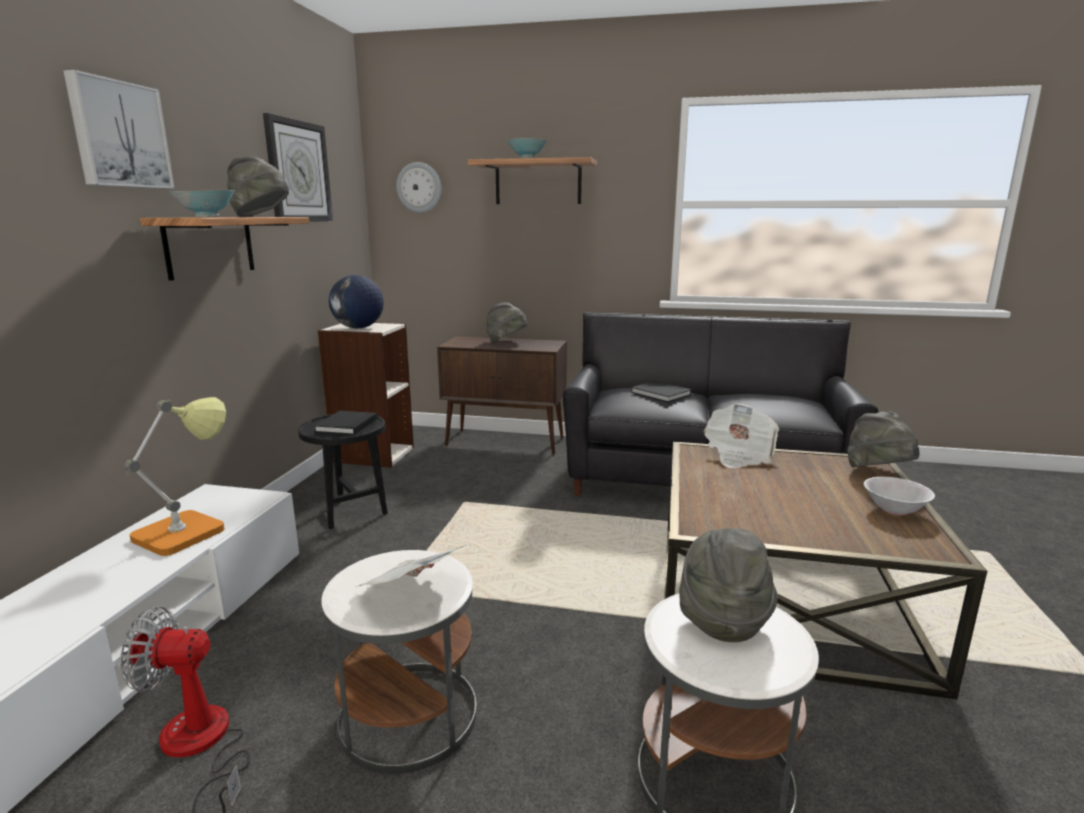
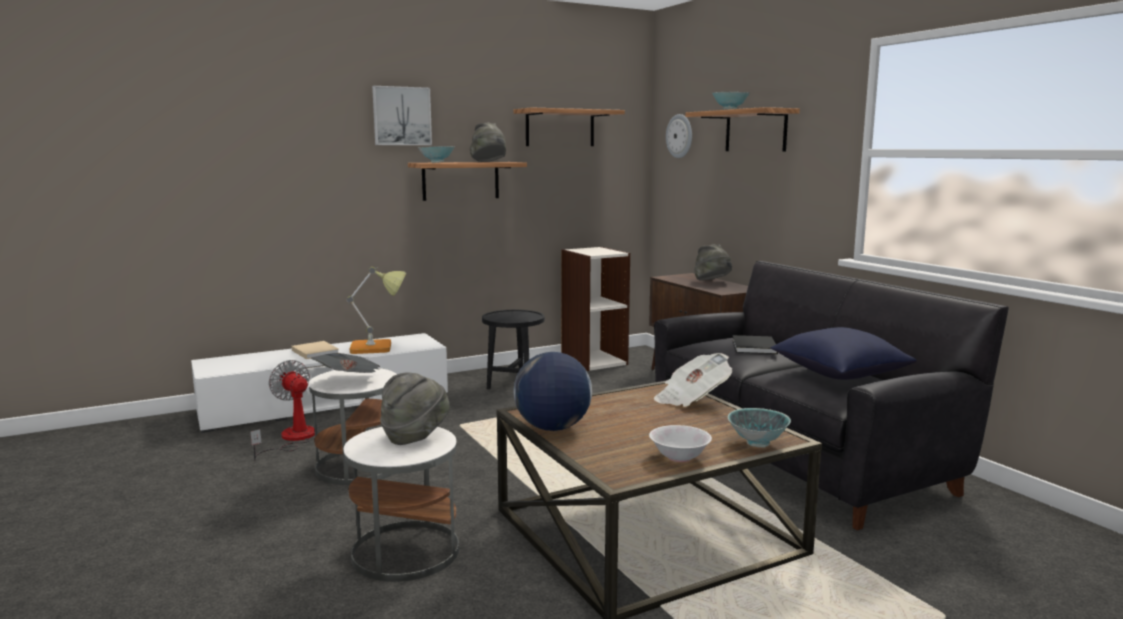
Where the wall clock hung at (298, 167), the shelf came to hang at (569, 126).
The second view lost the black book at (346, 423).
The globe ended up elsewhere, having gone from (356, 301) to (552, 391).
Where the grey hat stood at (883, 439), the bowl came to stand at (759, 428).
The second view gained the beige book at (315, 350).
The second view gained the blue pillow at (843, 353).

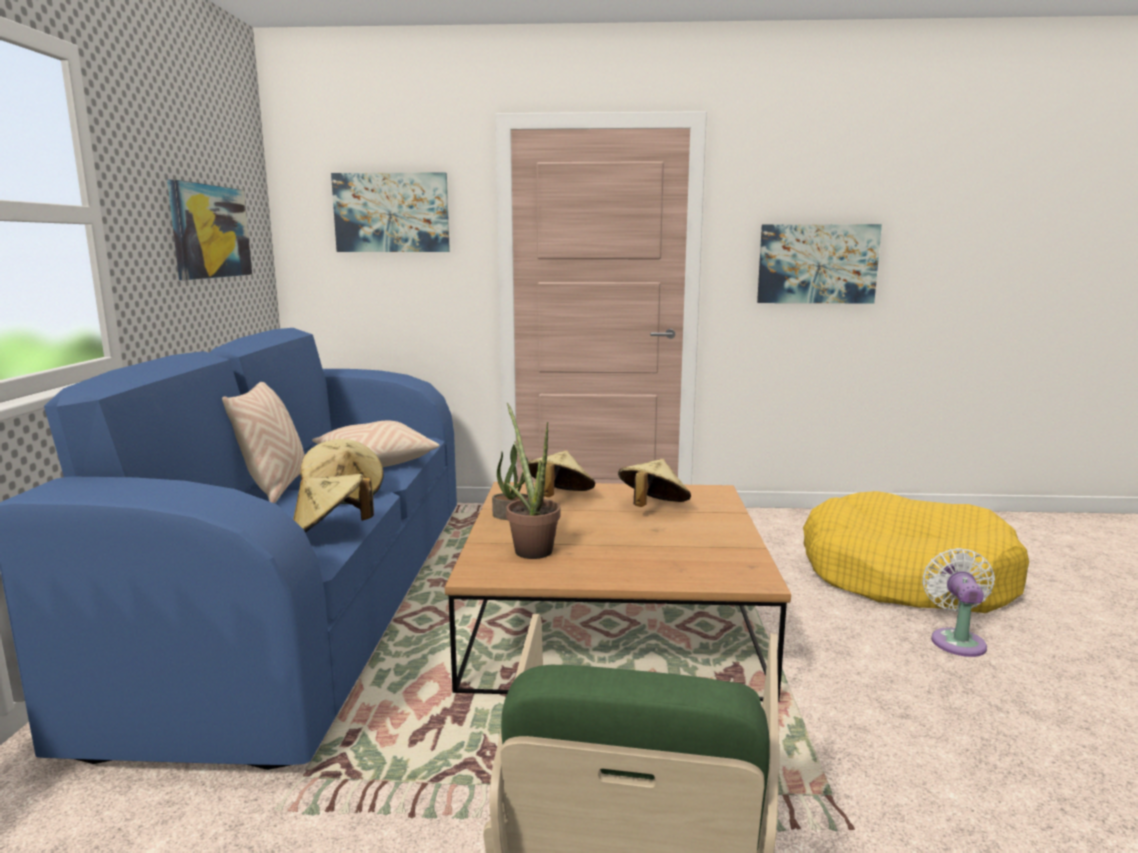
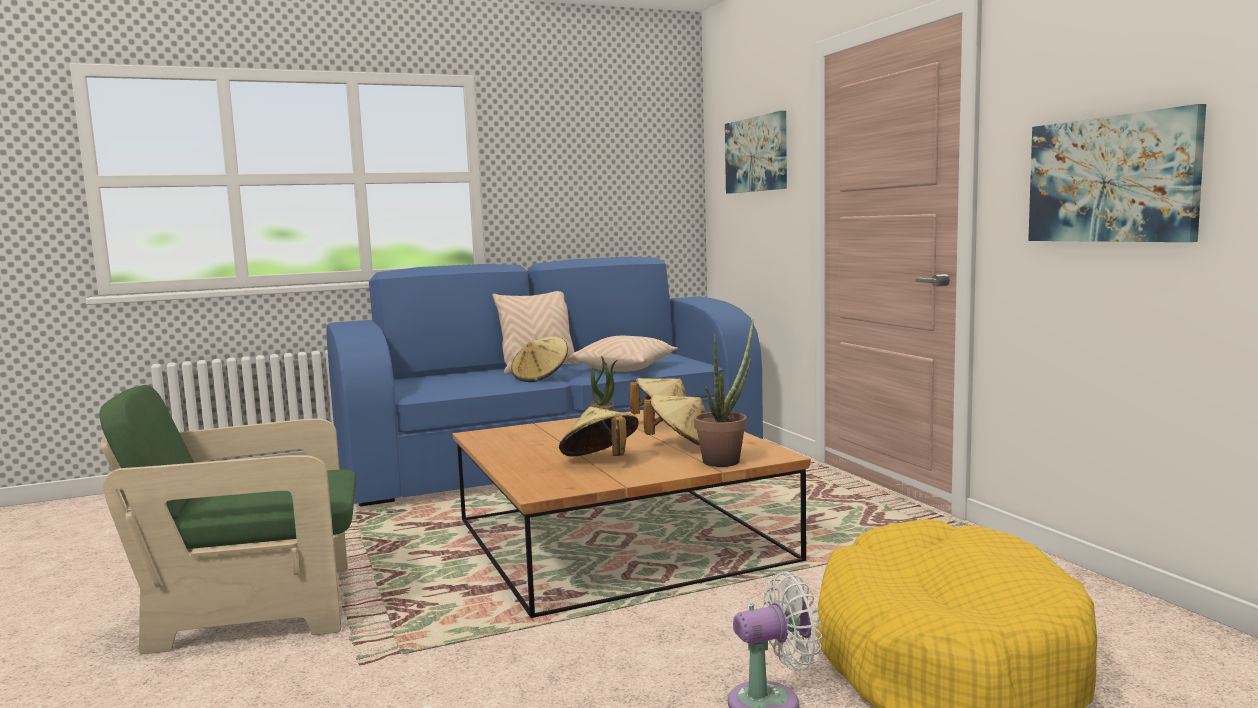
The second view lost the picture at (209, 229).
The beige hat ended up elsewhere, having gone from (333, 503) to (599, 432).
The potted plant ended up elsewhere, having gone from (533, 481) to (724, 393).

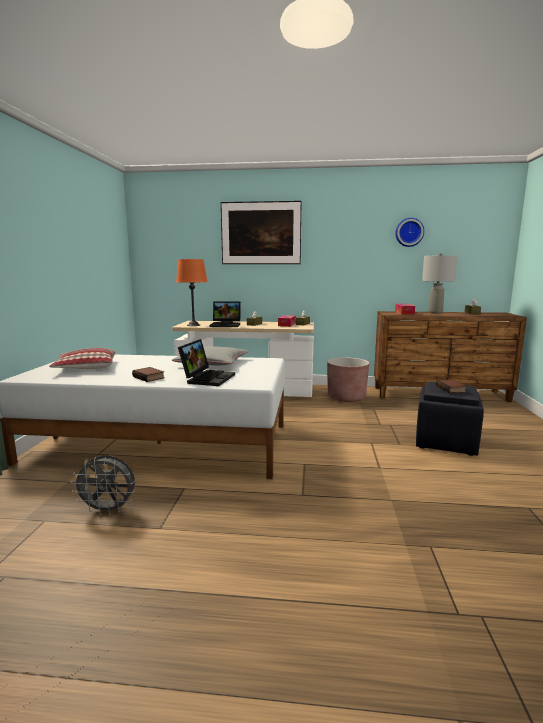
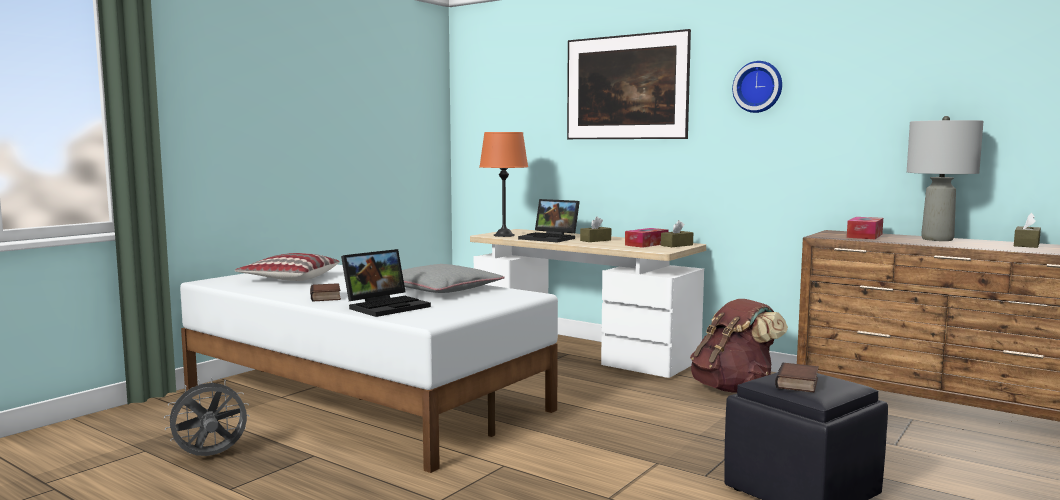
The grey fan at (103, 485) ended up facing another way, 120 degrees clockwise from before.
Where the brown planter stood at (348, 379), the brown backpack came to stand at (739, 346).
The wall clock ended up elsewhere, having gone from (410, 232) to (757, 87).

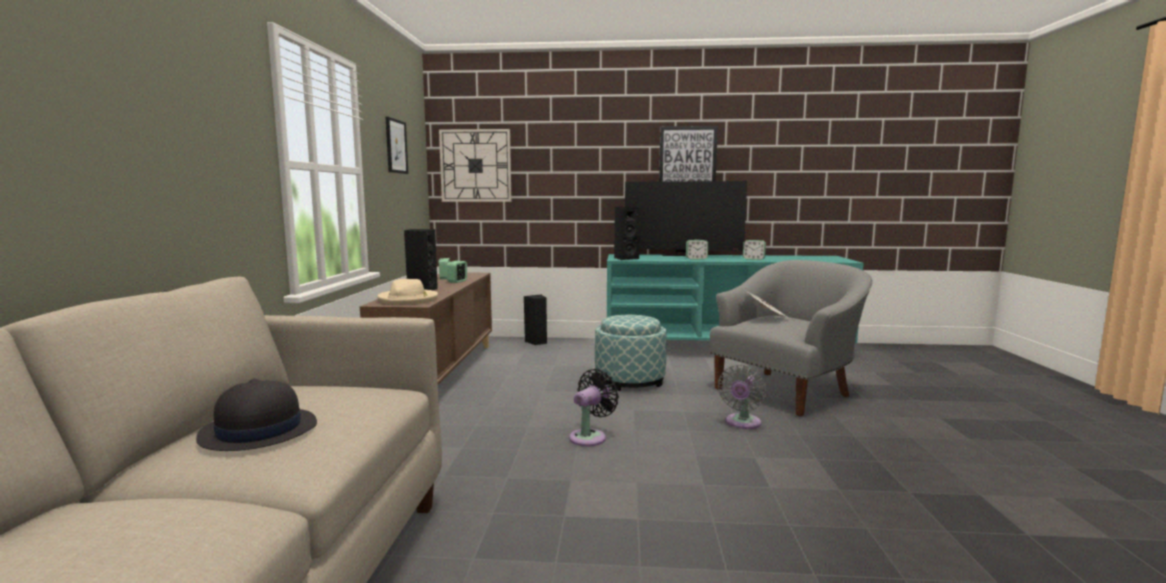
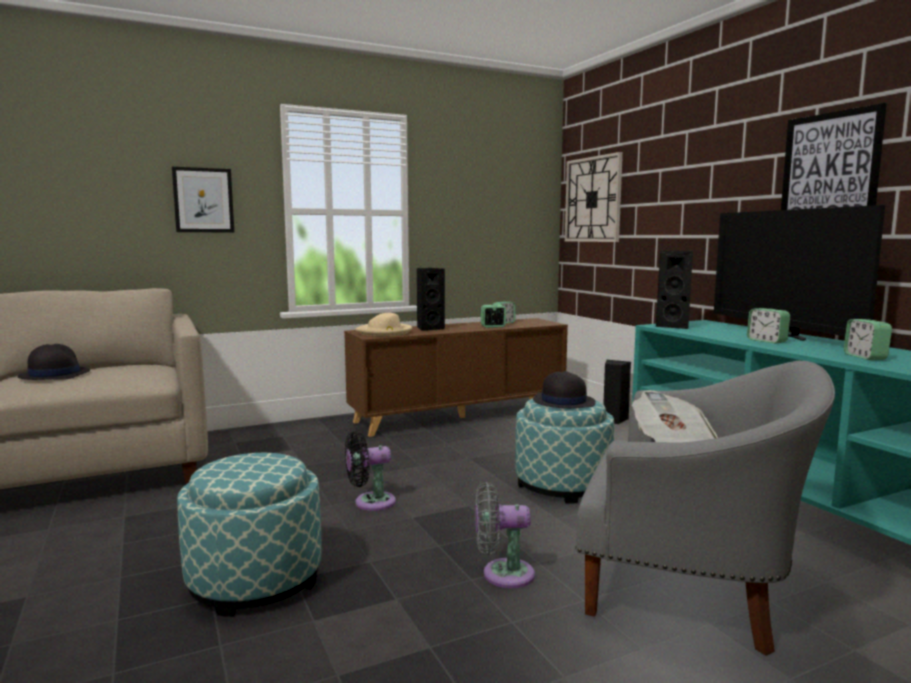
The picture ended up elsewhere, having gone from (397, 145) to (203, 199).
The black fan at (594, 407) ended up facing another way, 150 degrees clockwise from before.
The second view gained the ottoman at (249, 535).
The second view gained the black hat at (564, 389).

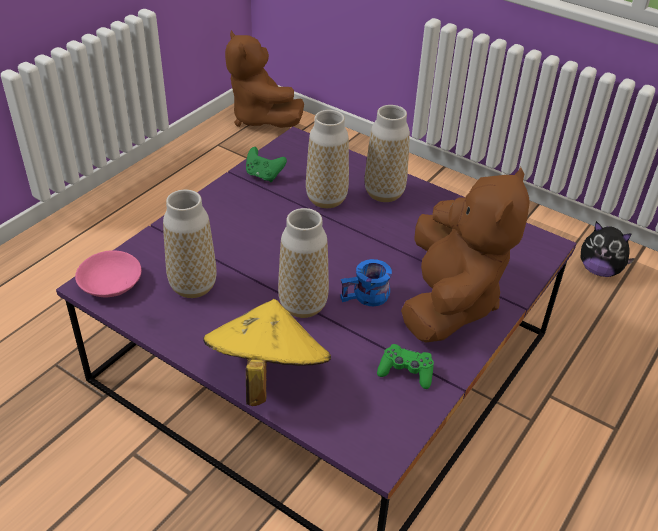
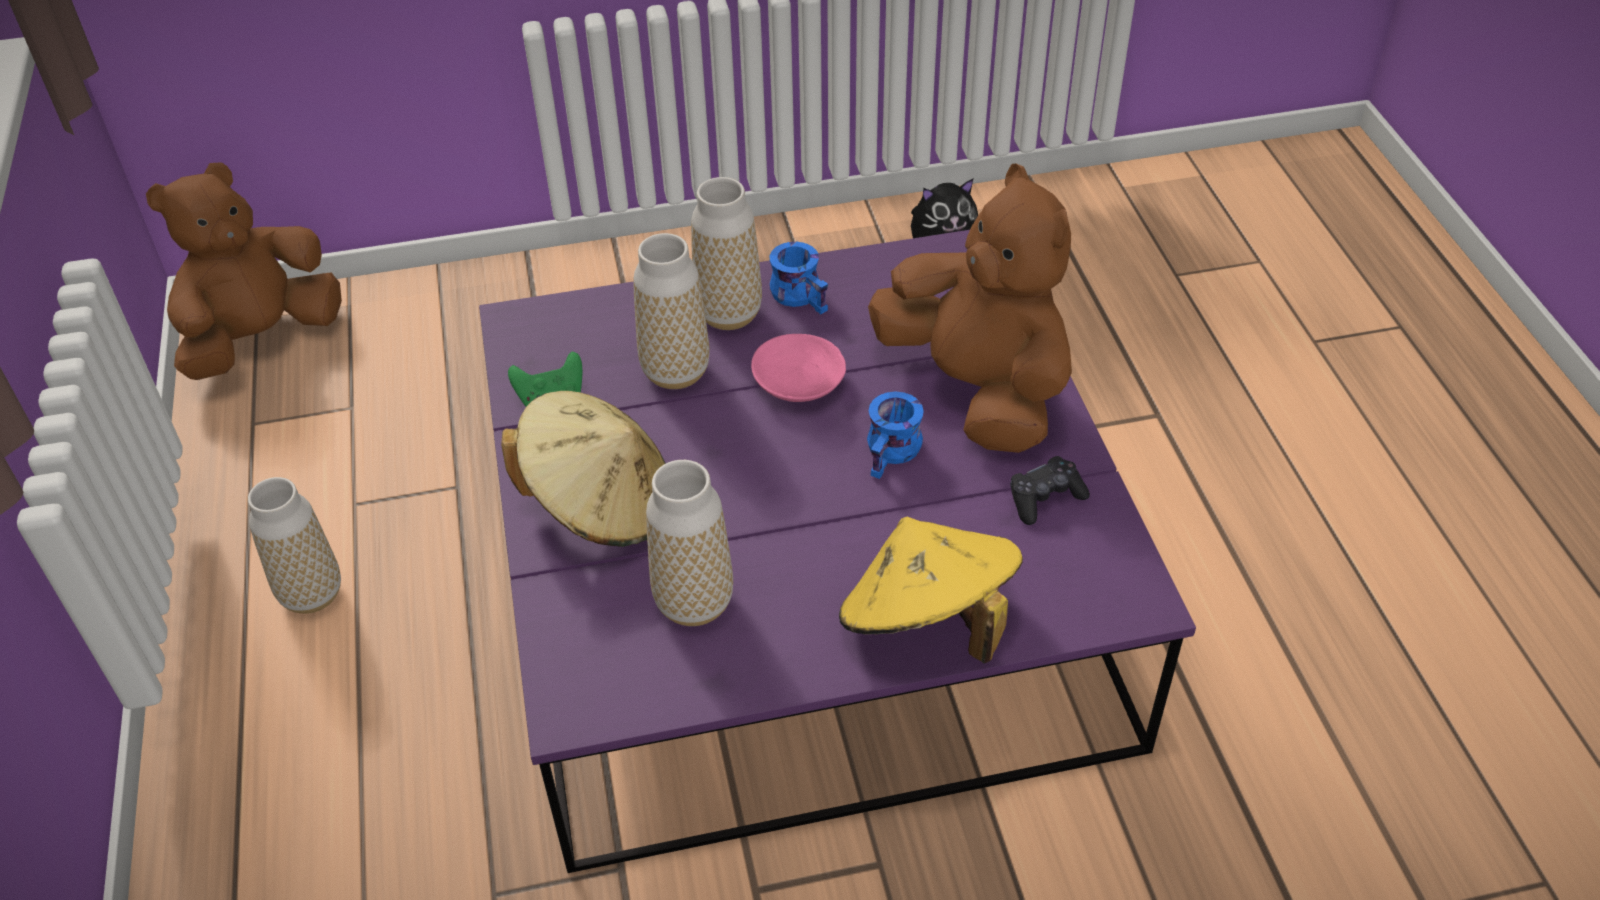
The pink bowl ended up elsewhere, having gone from (108, 273) to (798, 368).
The brown plush toy at (264, 79) ended up facing another way, 120 degrees clockwise from before.
The vase ended up elsewhere, having gone from (303, 263) to (294, 545).
What was the green game controller at (405, 366) turned into the black game controller at (1050, 490).
The second view gained the beige hat at (583, 469).
The second view gained the blue mug at (799, 278).

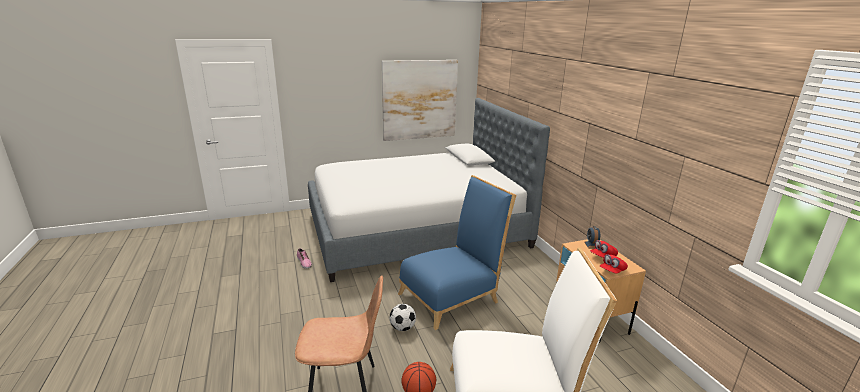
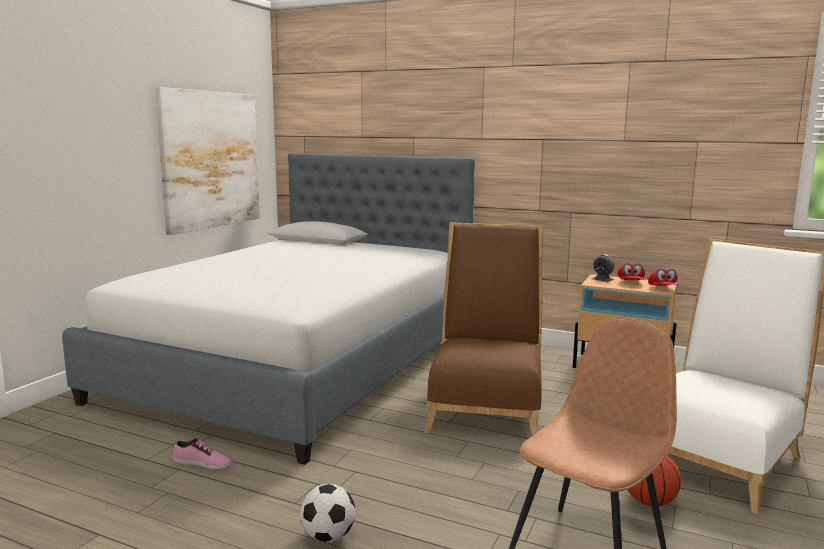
The football ended up elsewhere, having gone from (402, 317) to (327, 513).
What was the blue chair at (457, 252) turned into the brown chair at (484, 329).

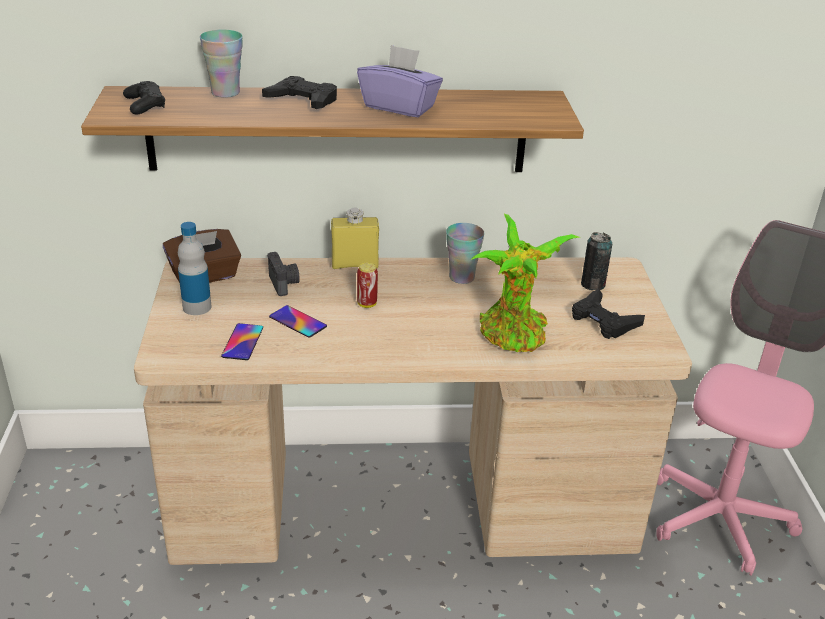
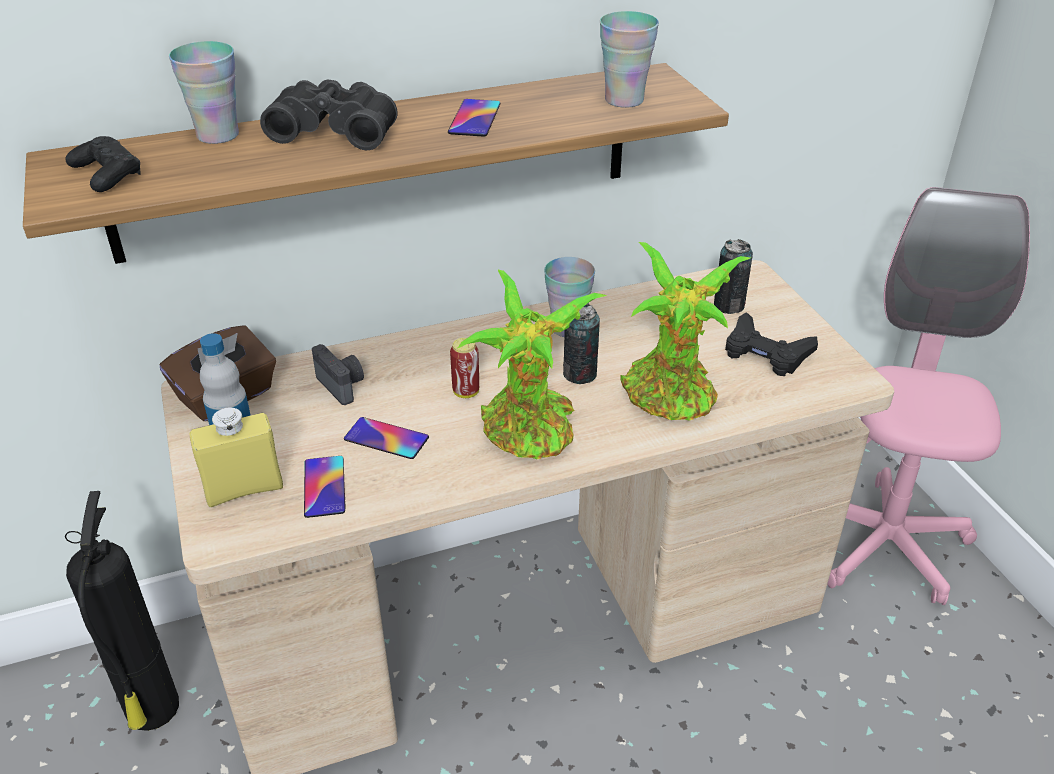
Where the black game controller stood at (299, 92), the black binoculars came to stand at (329, 114).
The yellow bottle ended up elsewhere, having gone from (355, 238) to (236, 457).
Where the purple tissue box stood at (400, 81), the phone came to stand at (474, 118).
The second view gained the fire extinguisher at (122, 611).
The second view gained the potted plant at (533, 364).
The second view gained the can at (581, 344).
The second view gained the cup at (629, 59).

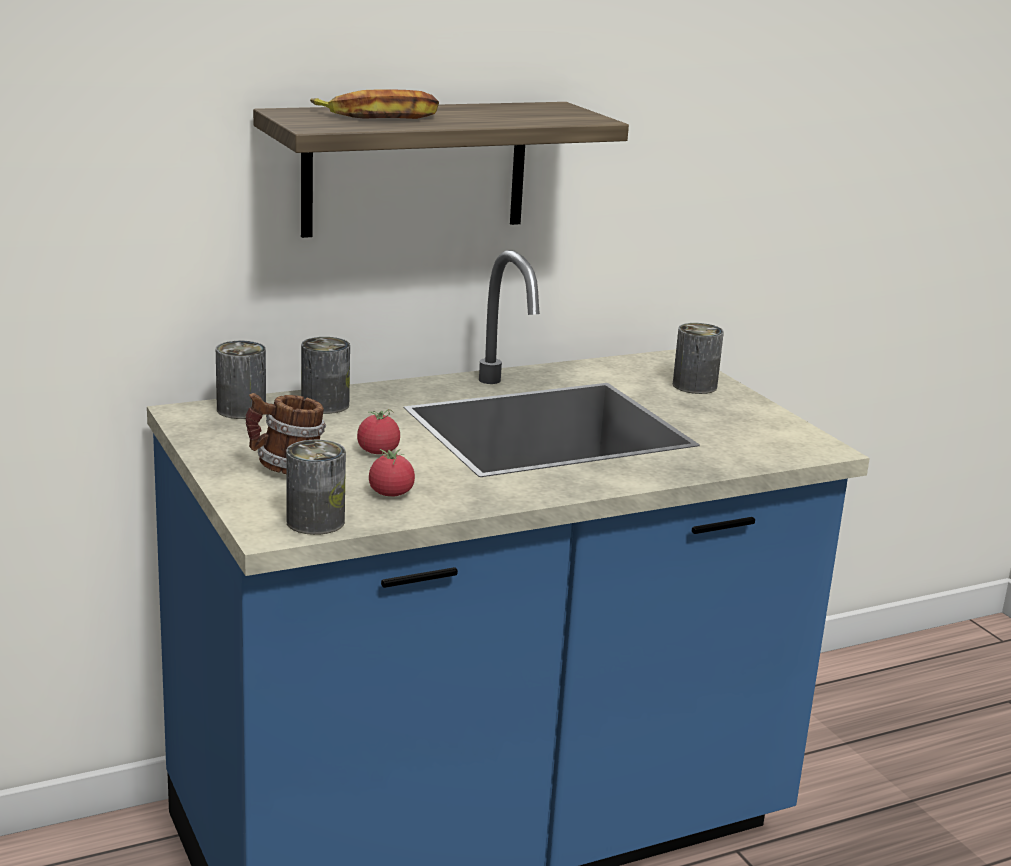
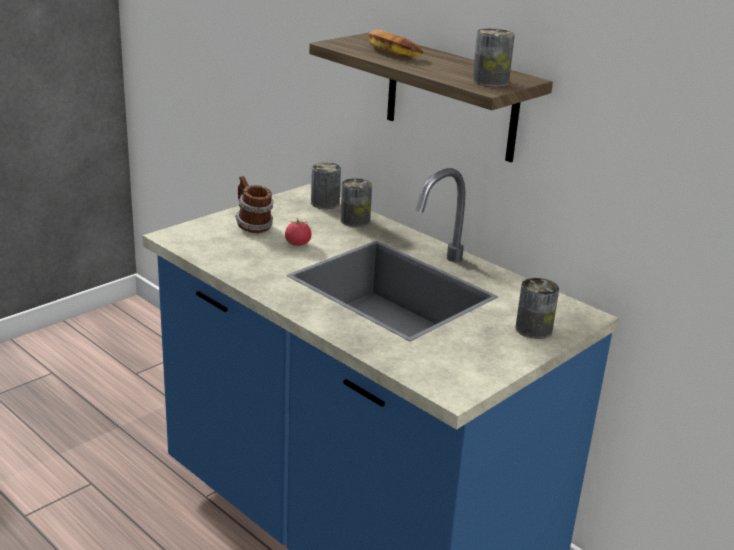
The can ended up elsewhere, having gone from (316, 487) to (493, 57).
The second view lost the tomato at (392, 473).

